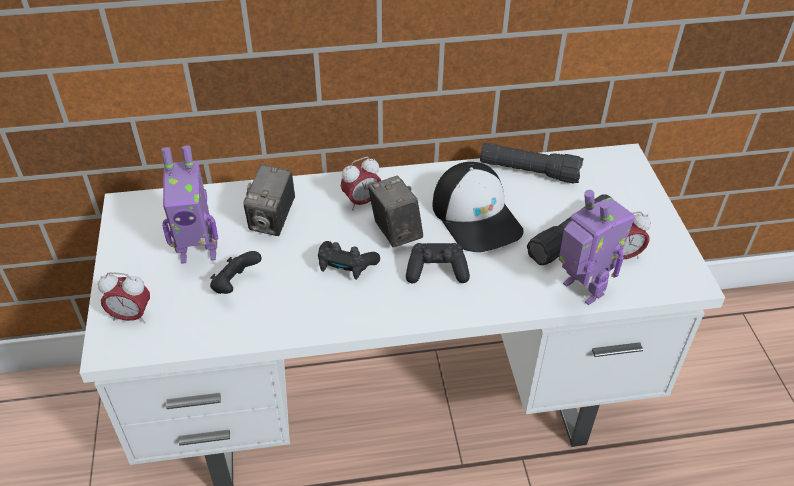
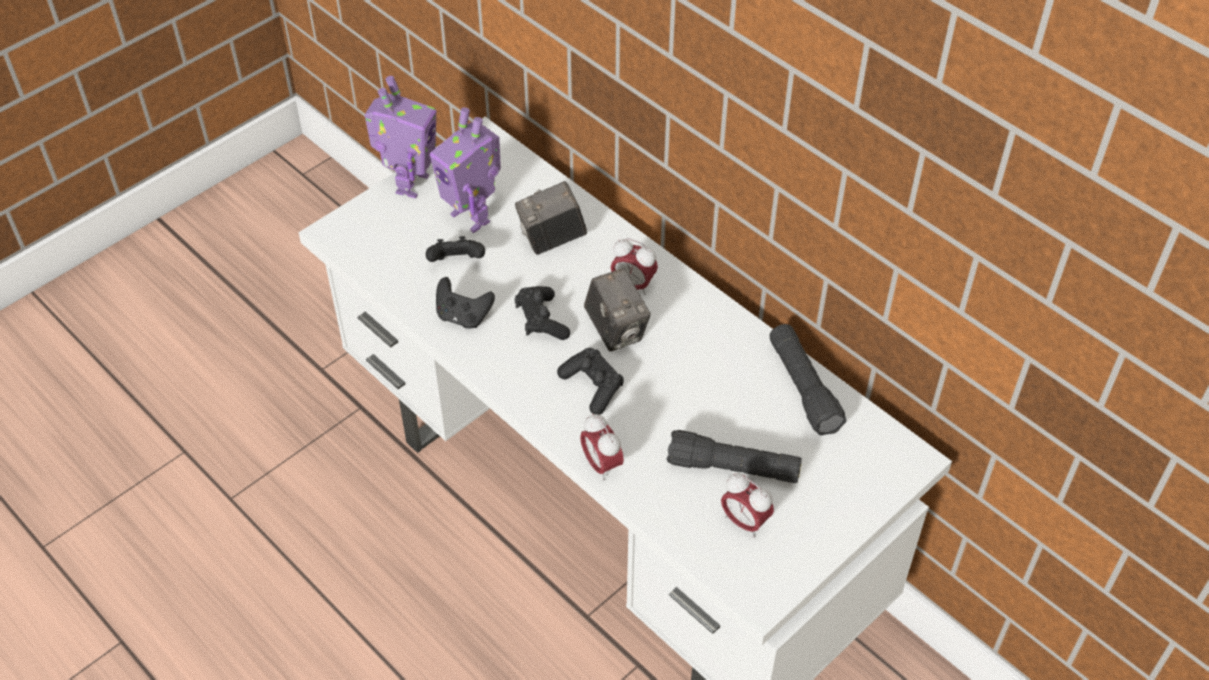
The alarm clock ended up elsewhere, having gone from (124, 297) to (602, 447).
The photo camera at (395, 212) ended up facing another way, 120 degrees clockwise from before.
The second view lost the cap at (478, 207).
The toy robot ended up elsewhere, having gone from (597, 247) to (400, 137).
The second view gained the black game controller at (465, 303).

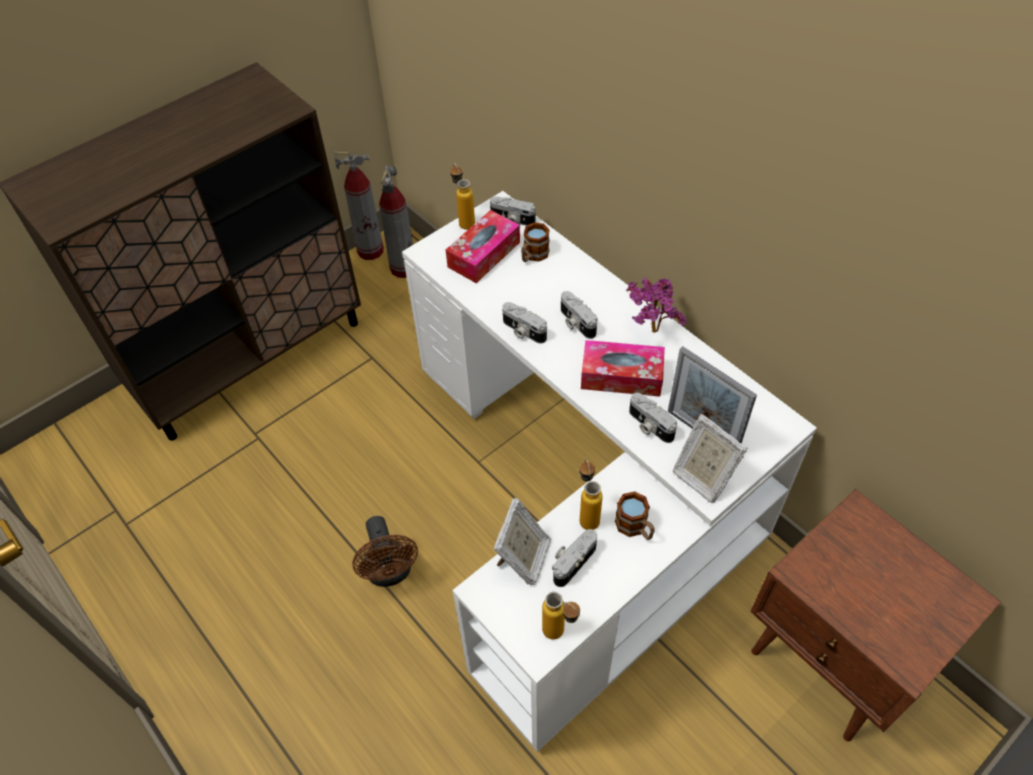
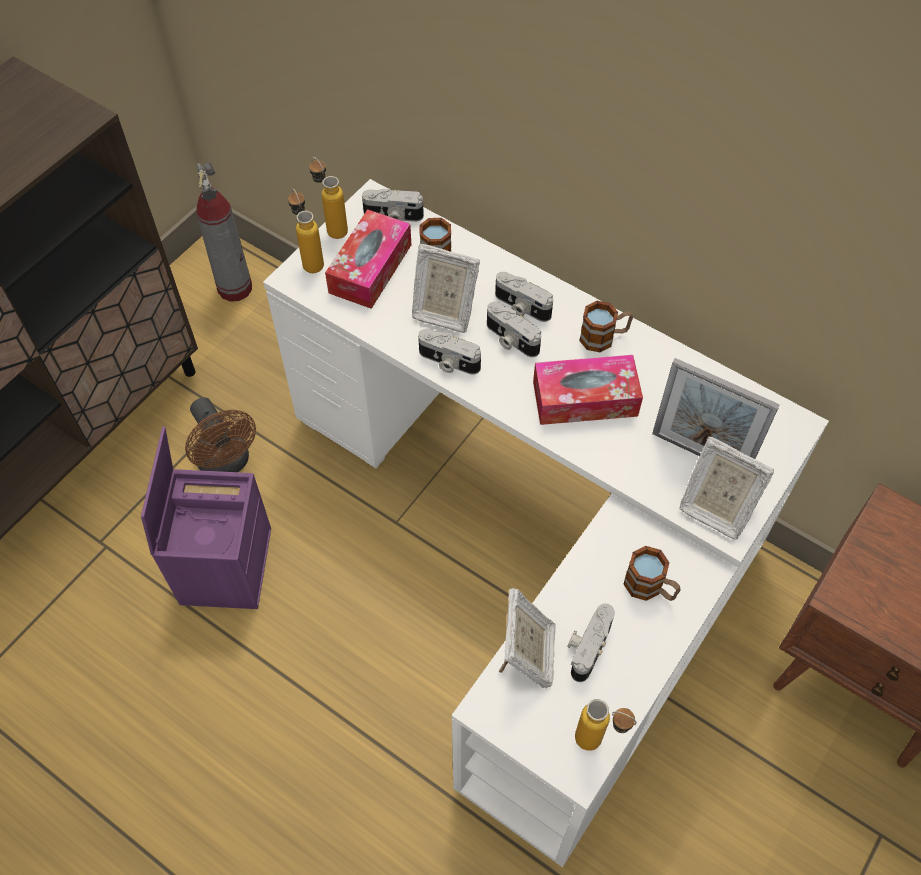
The second view lost the fire extinguisher at (359, 205).
The brown fan ended up elsewhere, having gone from (385, 551) to (220, 434).
The bottle ended up elsewhere, having gone from (591, 494) to (306, 231).
Where the potted plant stood at (656, 305), the mug came to stand at (606, 326).
The photo camera ended up elsewhere, having gone from (653, 418) to (524, 297).
The second view gained the purple storage box at (206, 517).
The second view gained the picture frame at (446, 288).

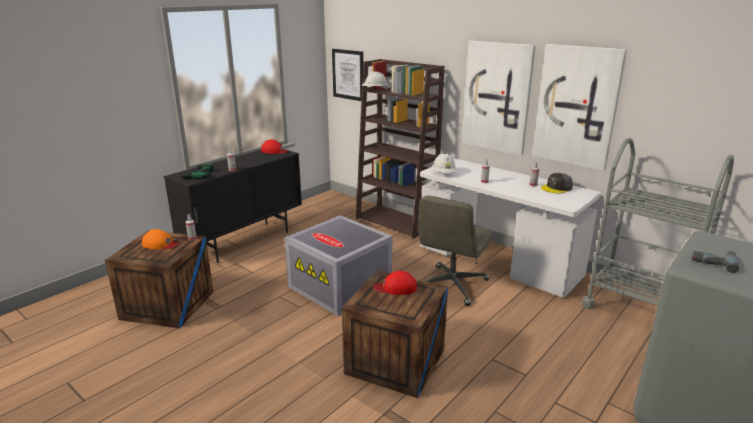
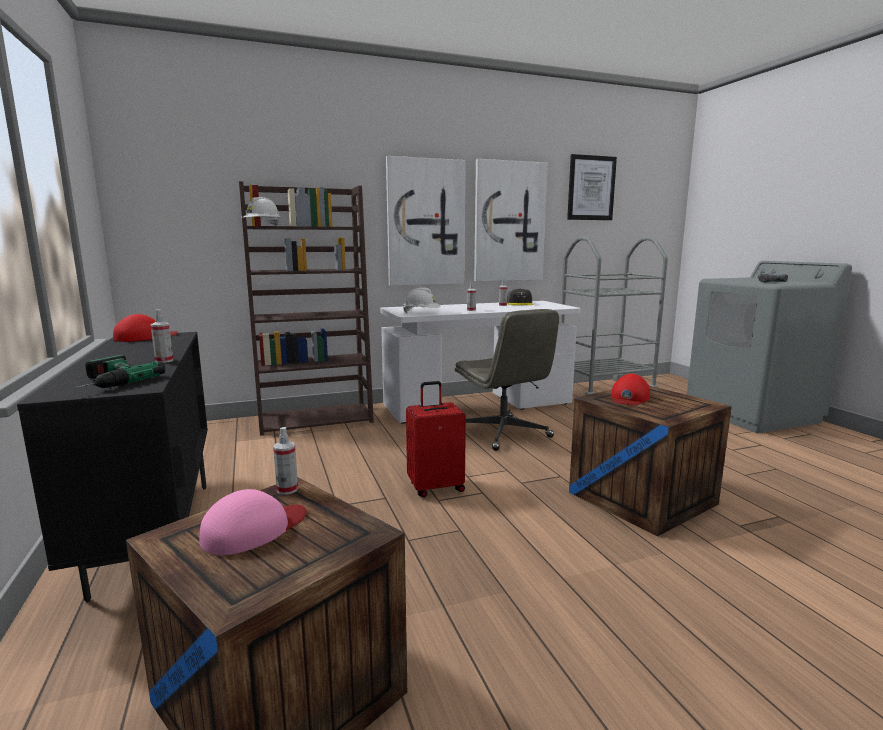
What was the orange cap at (160, 239) turned into the pink cap at (253, 522).
Where the grey storage box stood at (338, 265), the red suitcase came to stand at (436, 439).
The picture ended up elsewhere, having gone from (347, 75) to (592, 187).

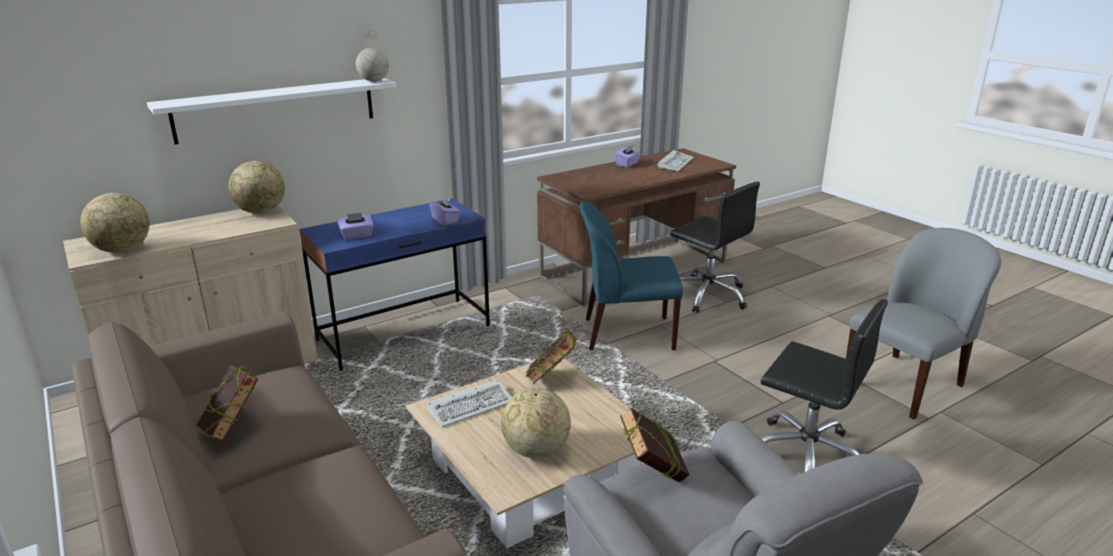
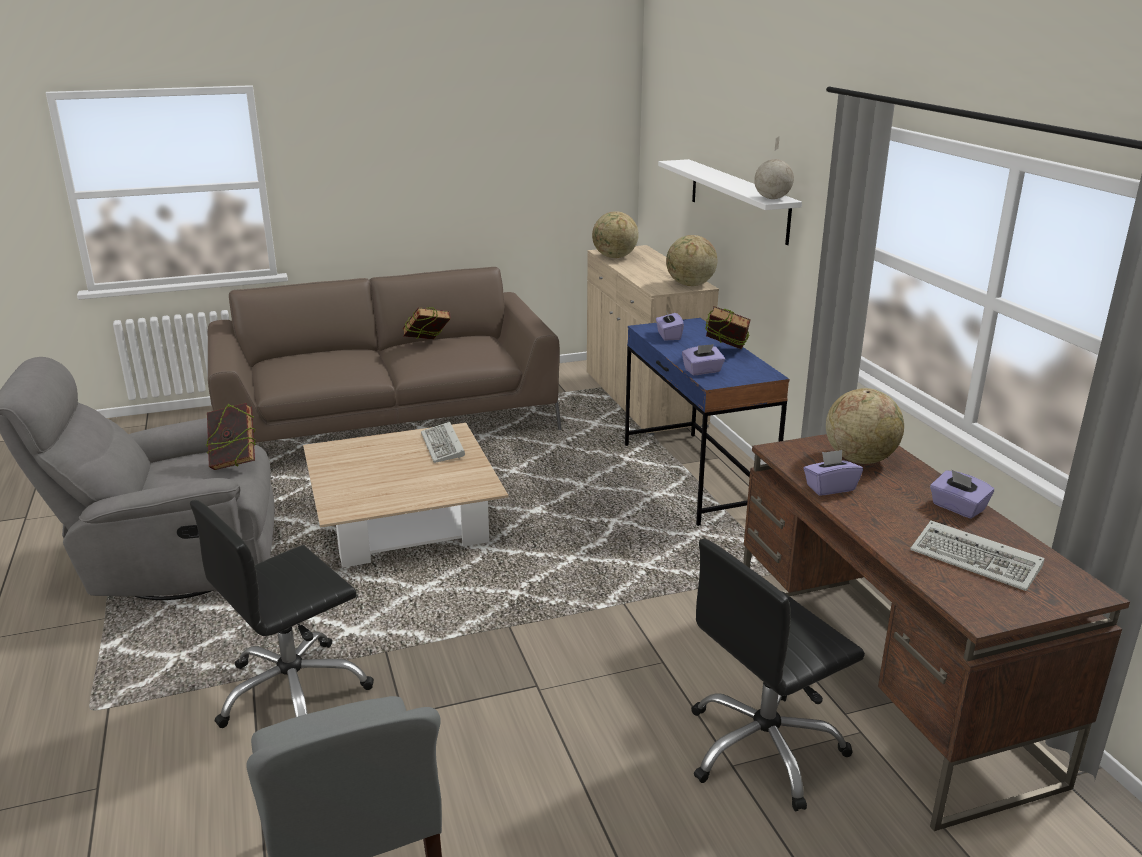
The globe ended up elsewhere, having gone from (536, 423) to (865, 426).
The book ended up elsewhere, having gone from (551, 357) to (728, 327).
The second view lost the blue chair at (631, 275).
The second view gained the purple tissue box at (833, 473).

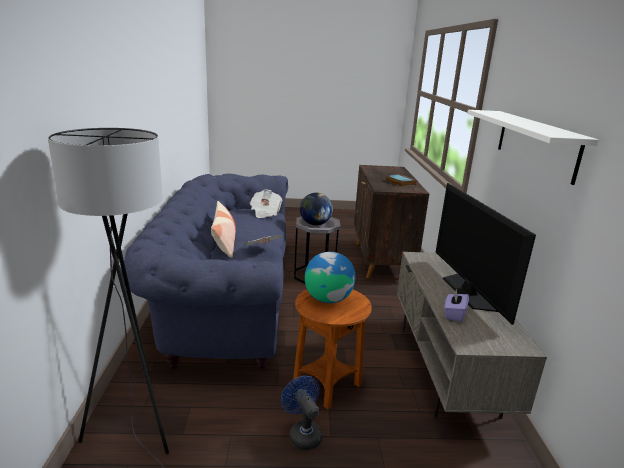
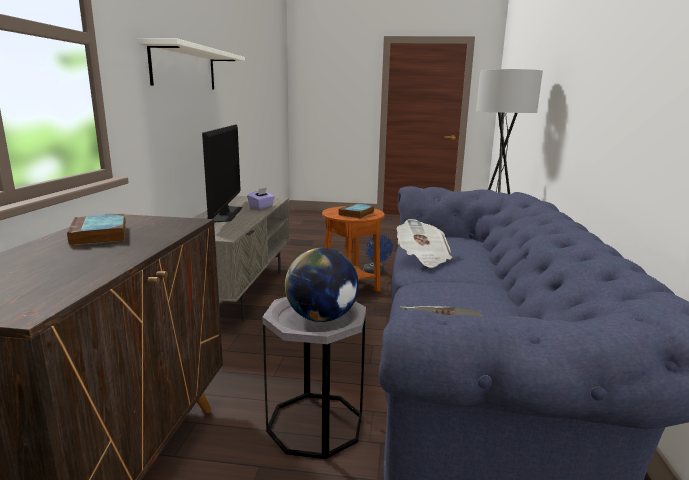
The second view lost the pillow at (223, 229).
Where the globe stood at (330, 277), the book came to stand at (356, 211).

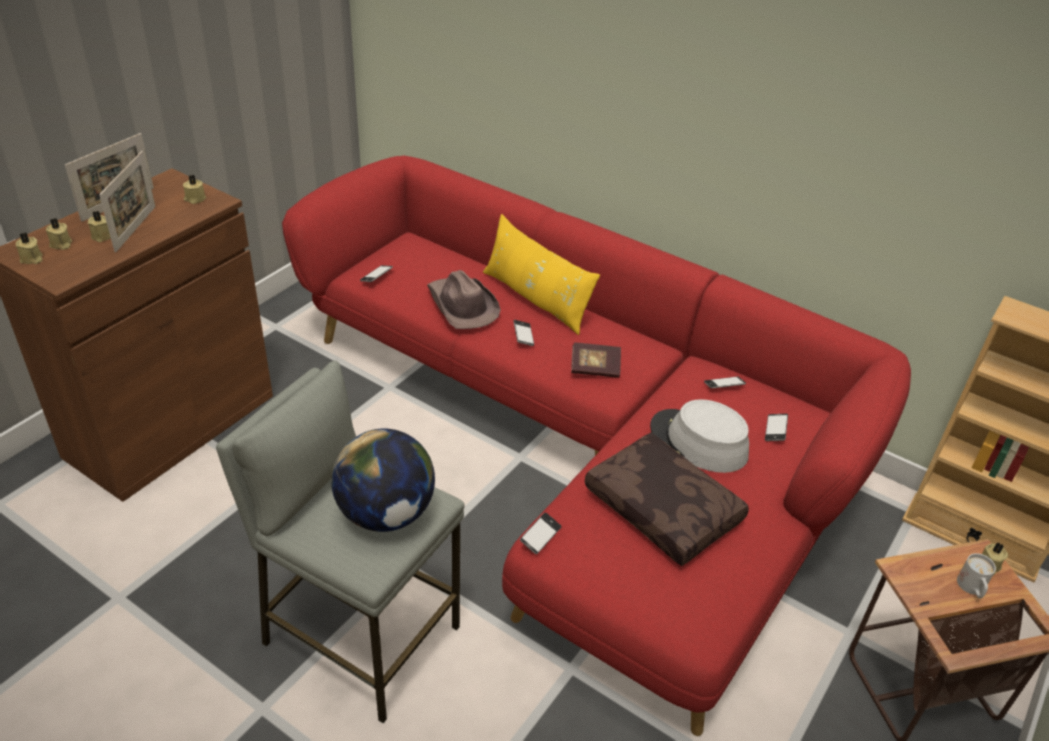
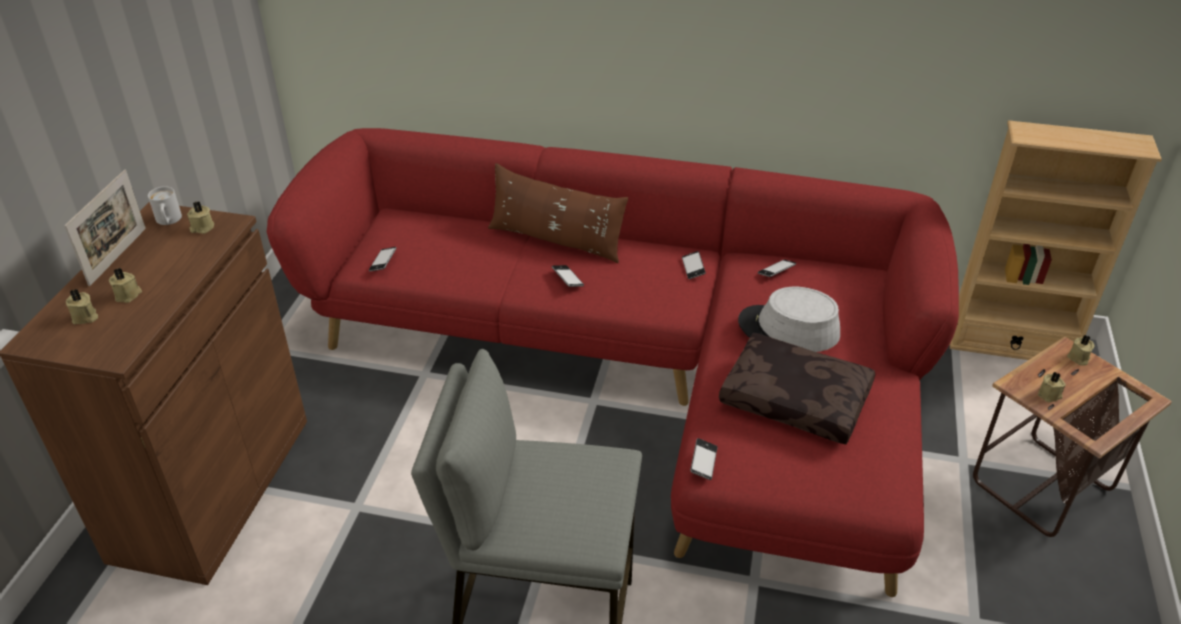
The beige candle ended up elsewhere, having gone from (29, 248) to (1052, 387).
The second view lost the picture frame at (127, 201).
The second view lost the globe at (383, 480).
The second view lost the brown hat at (464, 299).
What was the yellow pillow at (541, 274) turned into the brown pillow at (558, 213).
The second view lost the book at (596, 360).
The phone ended up elsewhere, having gone from (776, 427) to (694, 265).
The white mug ended up elsewhere, having gone from (976, 575) to (165, 205).

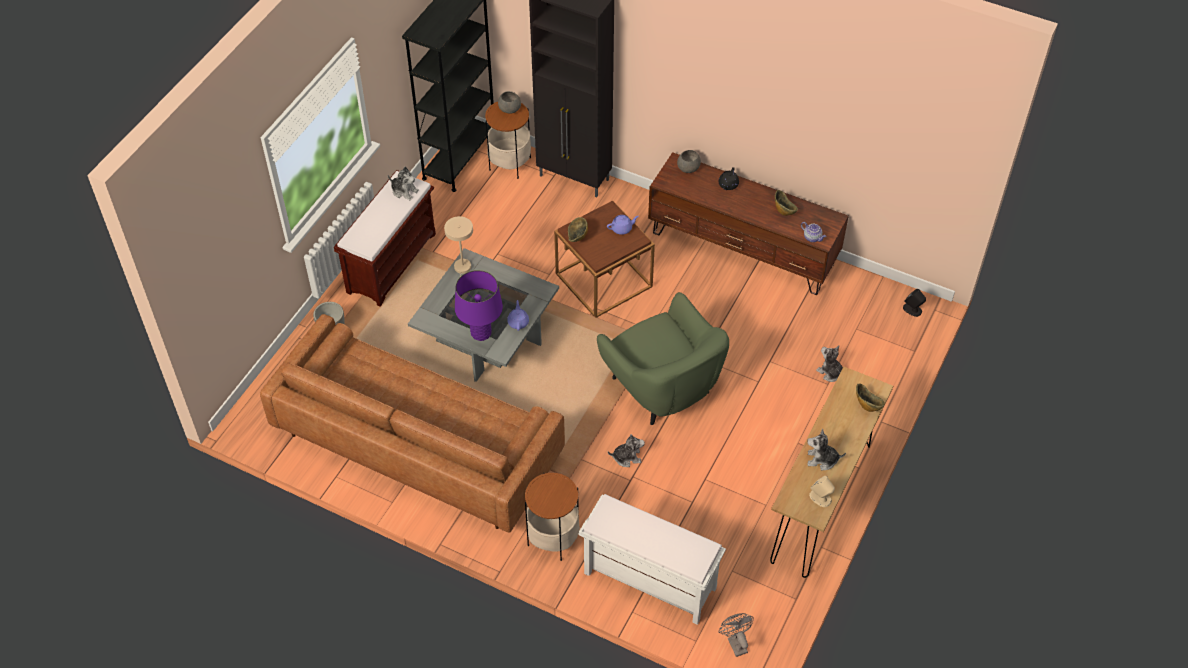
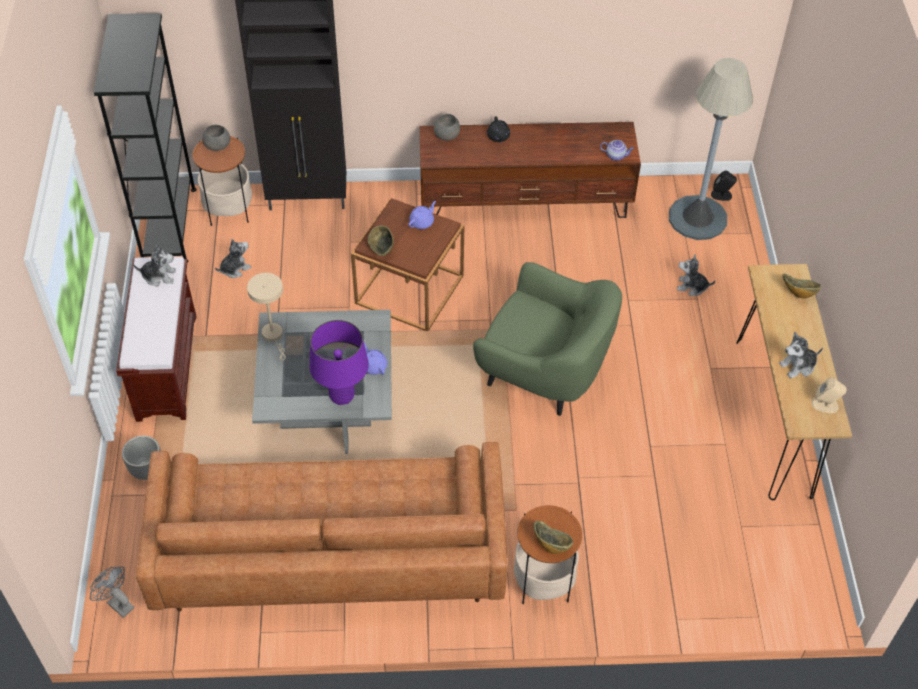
The second view lost the white bench at (652, 559).
The plush toy ended up elsewhere, having gone from (626, 450) to (233, 258).
The grey fan ended up elsewhere, having gone from (736, 635) to (112, 592).
The bowl ended up elsewhere, having gone from (786, 203) to (553, 537).
The second view gained the grey floor lamp at (711, 149).

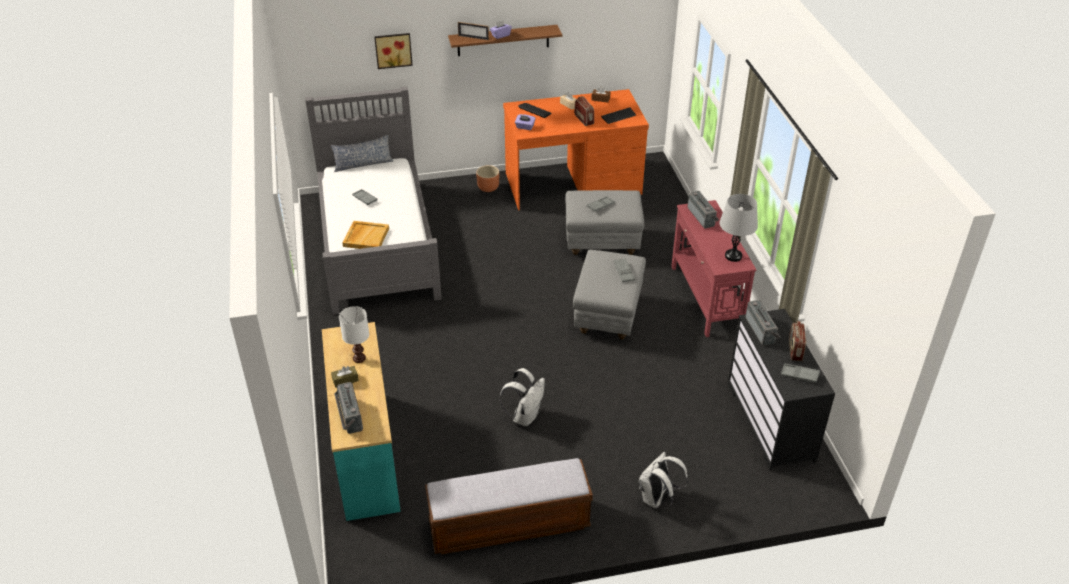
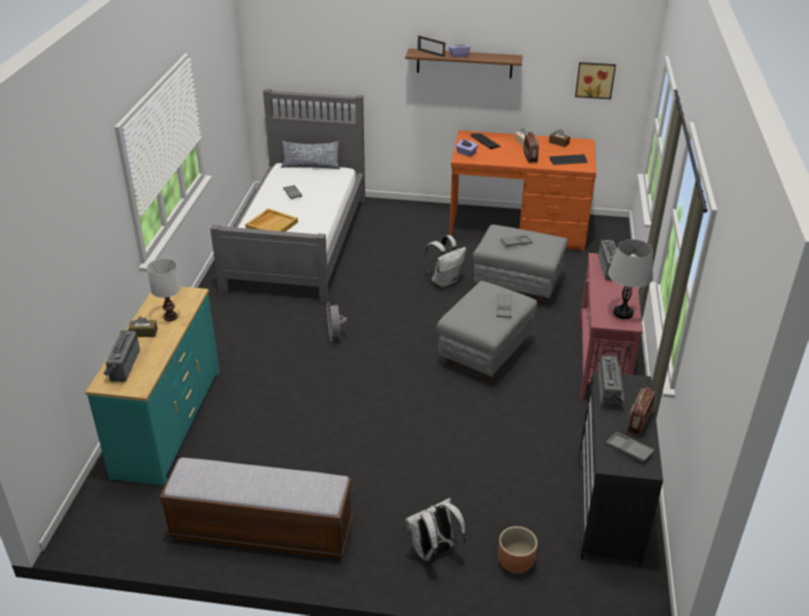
The picture ended up elsewhere, having gone from (393, 51) to (595, 80).
The brown planter ended up elsewhere, having gone from (487, 178) to (517, 549).
The white backpack ended up elsewhere, having gone from (522, 397) to (445, 261).
The second view gained the grey fan at (337, 320).

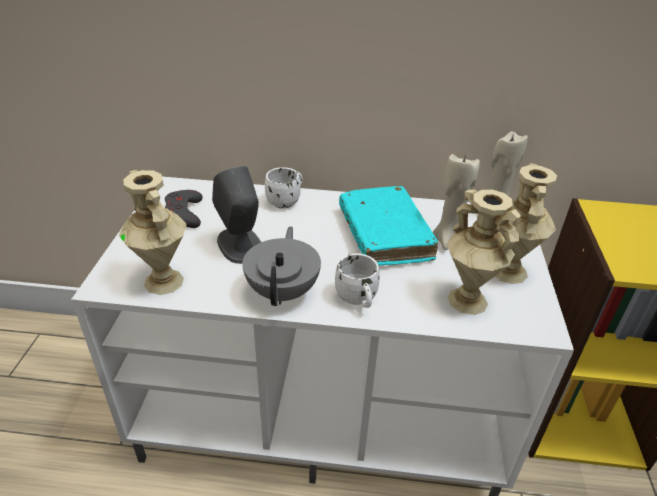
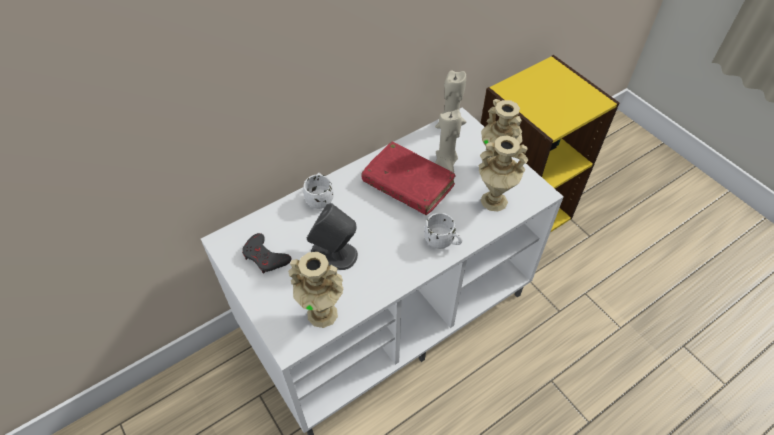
The second view lost the grey teapot at (281, 266).
What was the turquoise book at (388, 225) turned into the red book at (408, 178).

